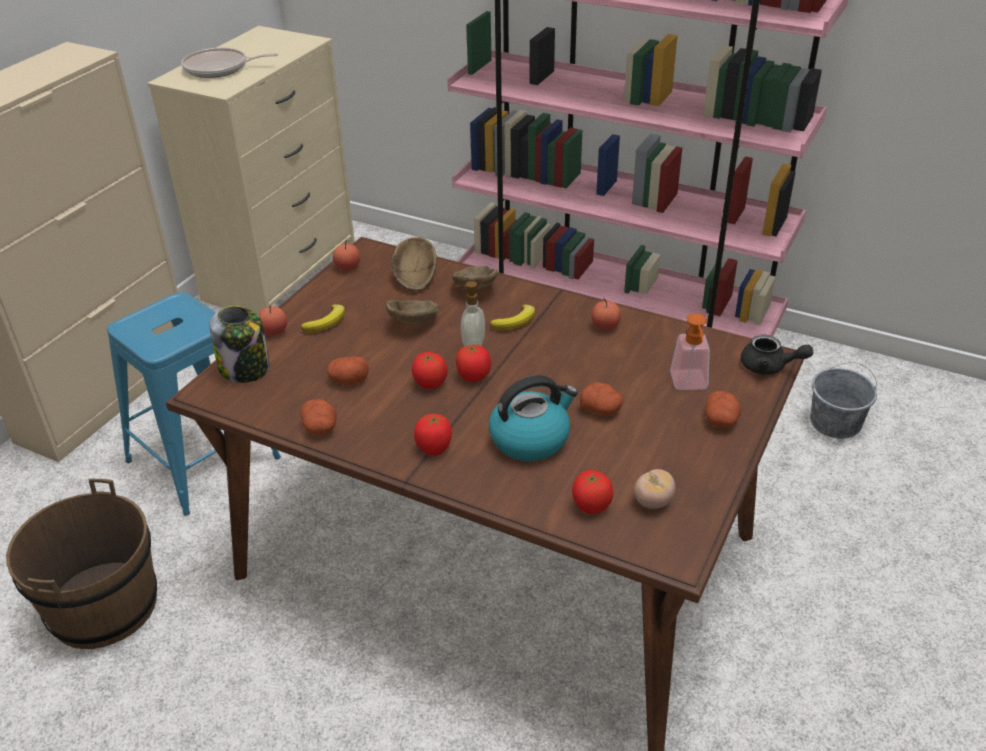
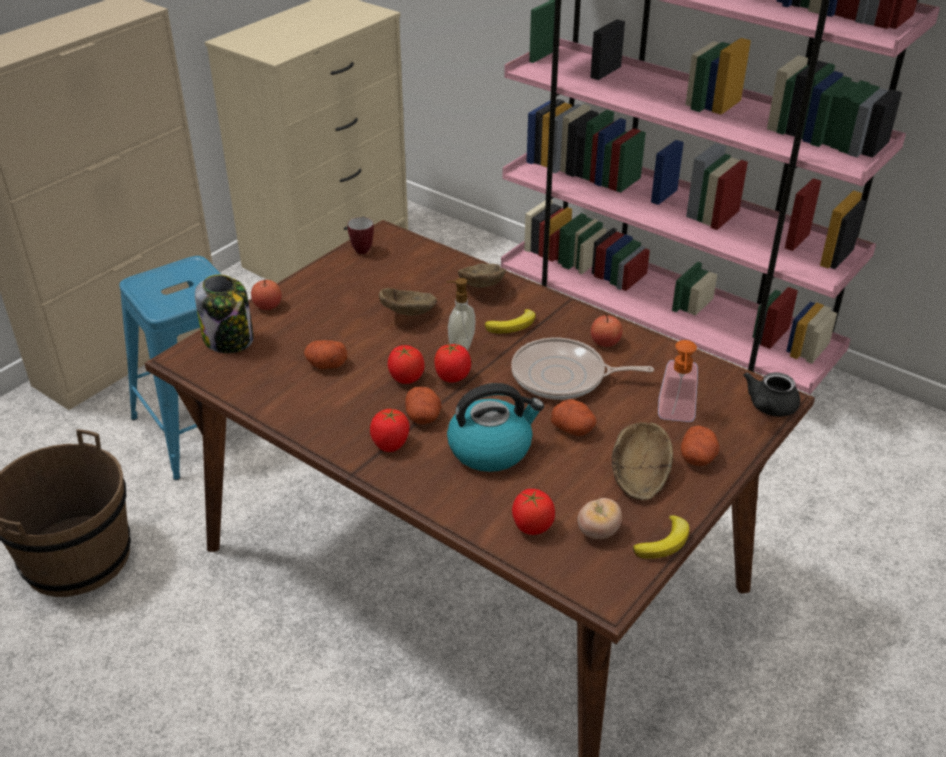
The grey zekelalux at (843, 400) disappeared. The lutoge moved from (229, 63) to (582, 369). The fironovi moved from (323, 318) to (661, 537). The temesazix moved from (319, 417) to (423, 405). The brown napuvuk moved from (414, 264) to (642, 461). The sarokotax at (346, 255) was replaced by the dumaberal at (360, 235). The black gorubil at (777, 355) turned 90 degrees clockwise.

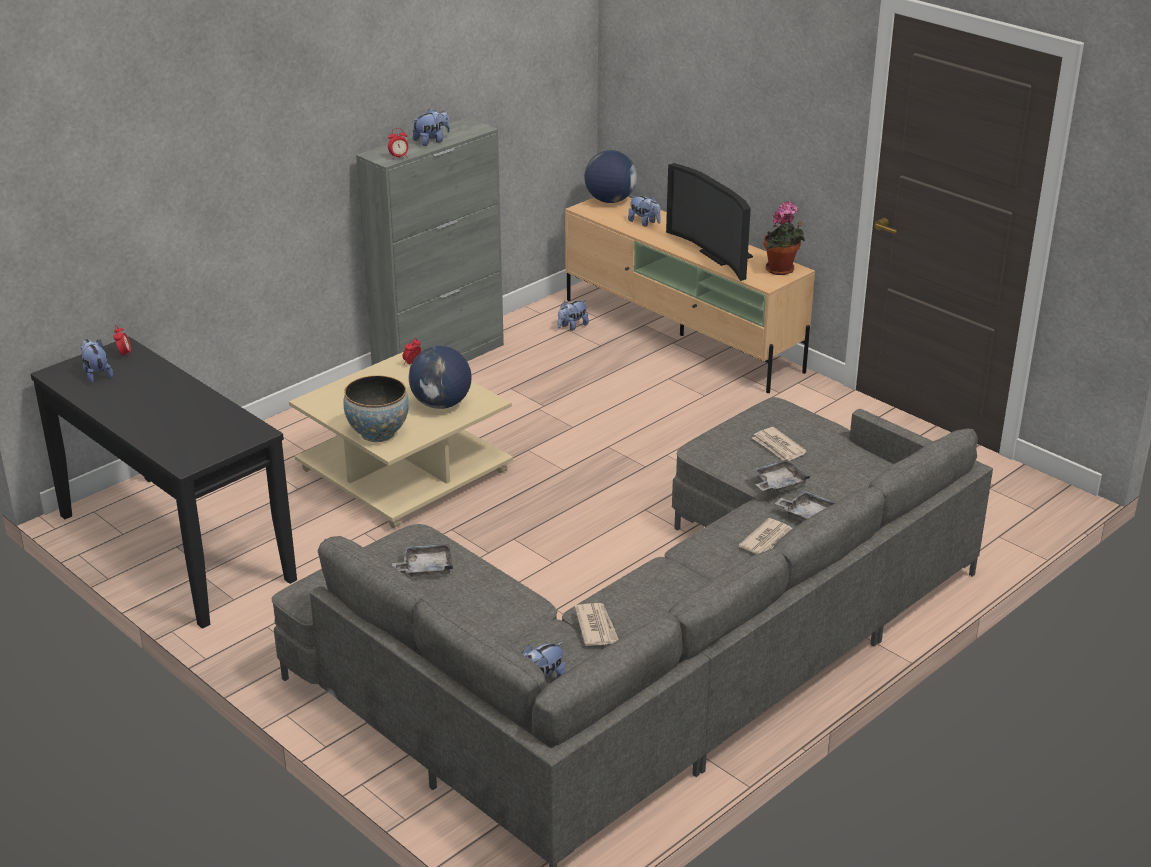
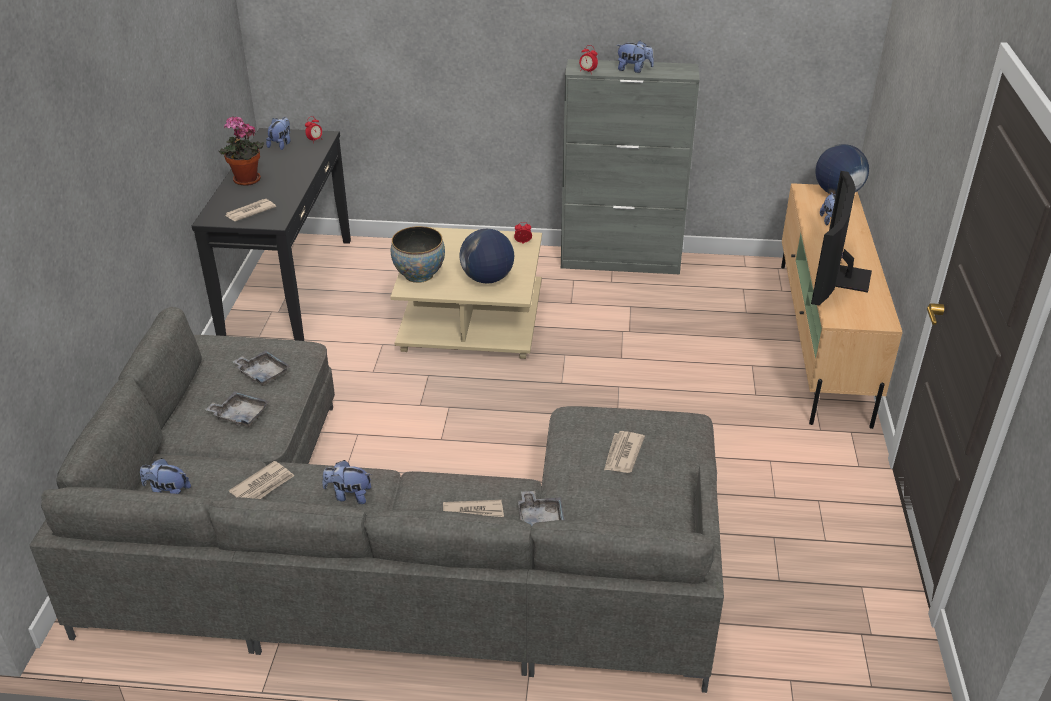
The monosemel at (251, 210) appeared. The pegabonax moved from (573, 315) to (347, 482). The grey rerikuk moved from (780, 476) to (237, 409). The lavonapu moved from (784, 238) to (241, 151).

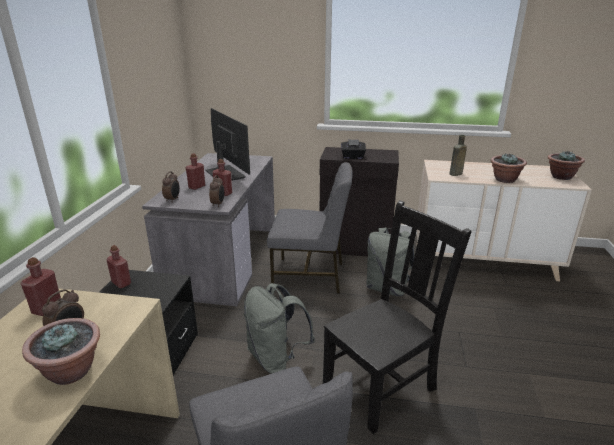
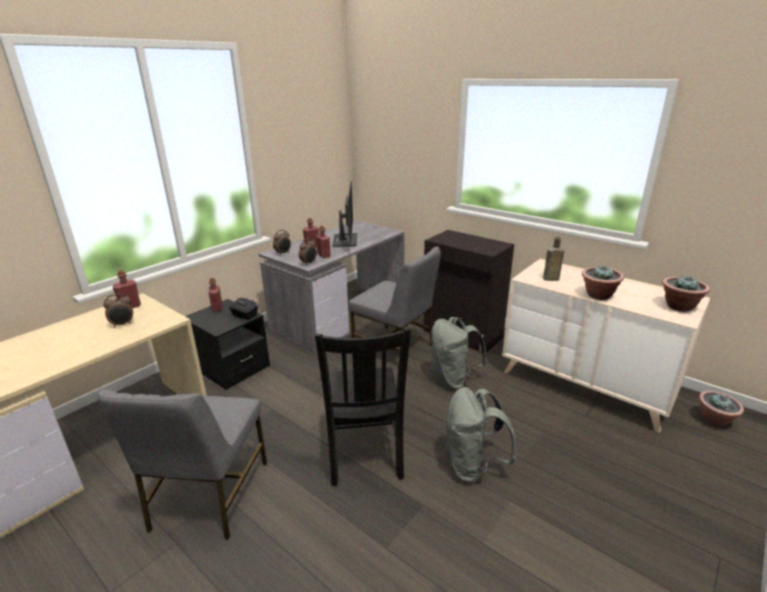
The lavonapu moved from (61, 351) to (721, 409). The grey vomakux moved from (279, 328) to (480, 435). The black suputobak moved from (353, 149) to (243, 309). The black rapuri at (397, 317) turned 90 degrees clockwise.

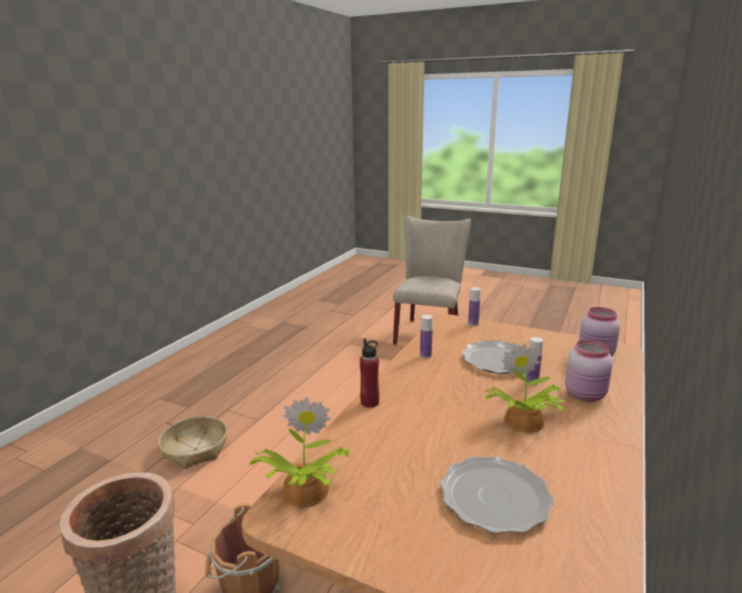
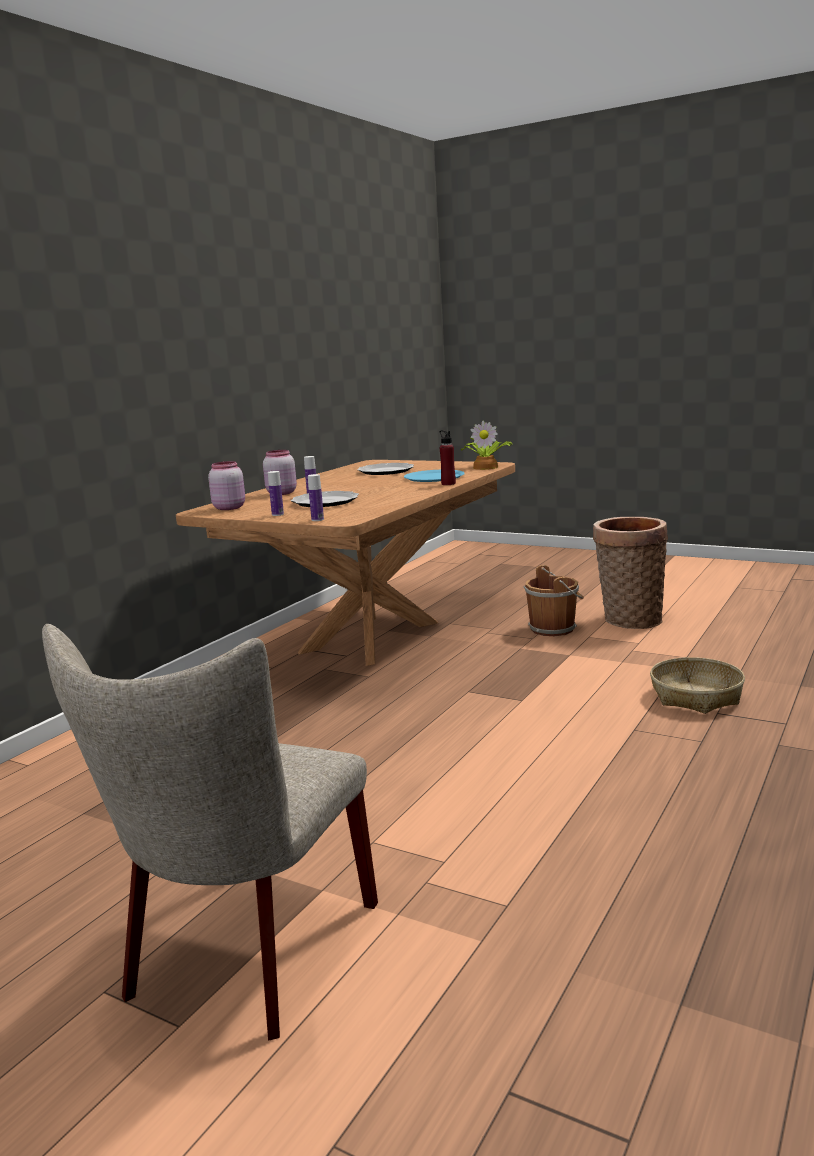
The lavonapu at (525, 388) disappeared. The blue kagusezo at (434, 476) appeared. The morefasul moved from (426, 336) to (276, 493).

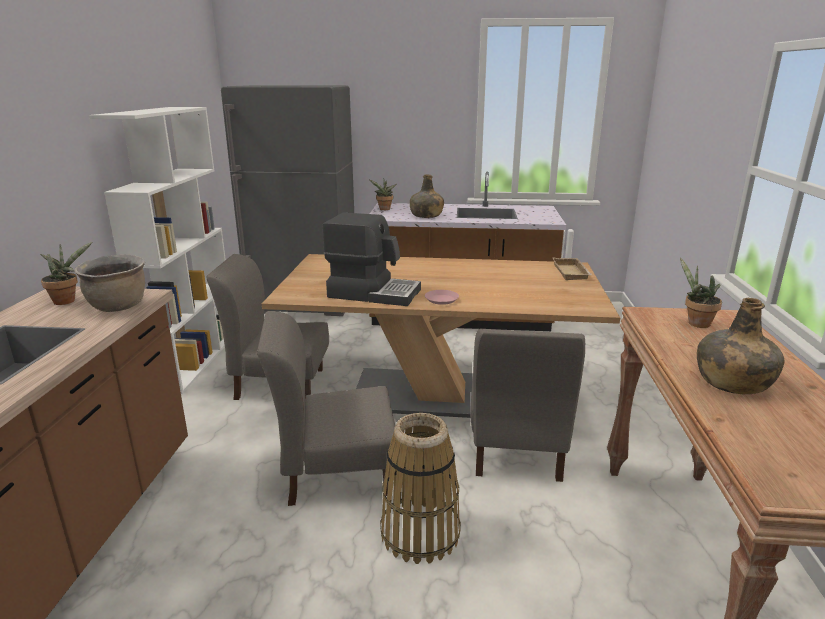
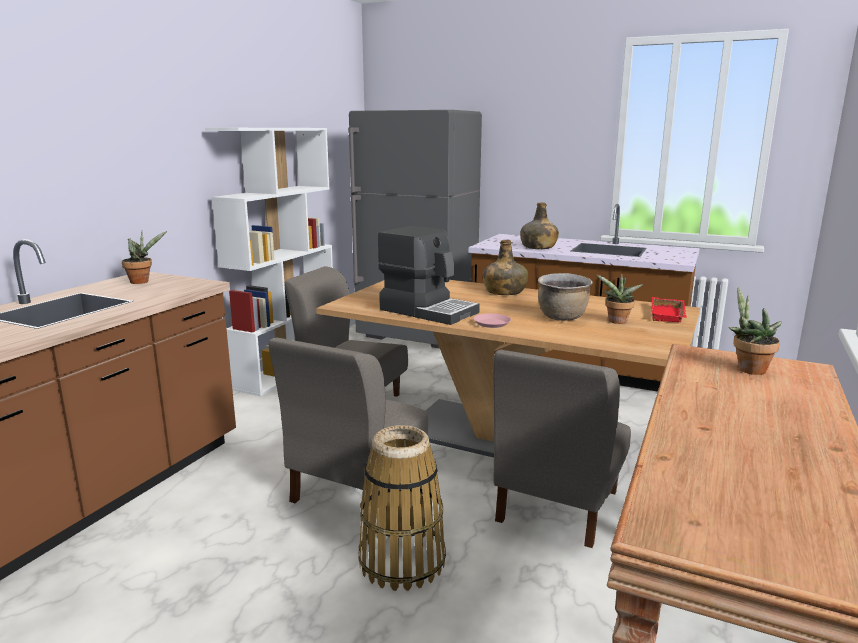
The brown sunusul moved from (110, 283) to (565, 297). The lavonapu moved from (383, 195) to (620, 298). The green morefasul moved from (741, 346) to (505, 267). The beige rerikuk at (572, 268) became the red rerikuk at (669, 309). The grey rapuri at (326, 408) turned 75 degrees counterclockwise.

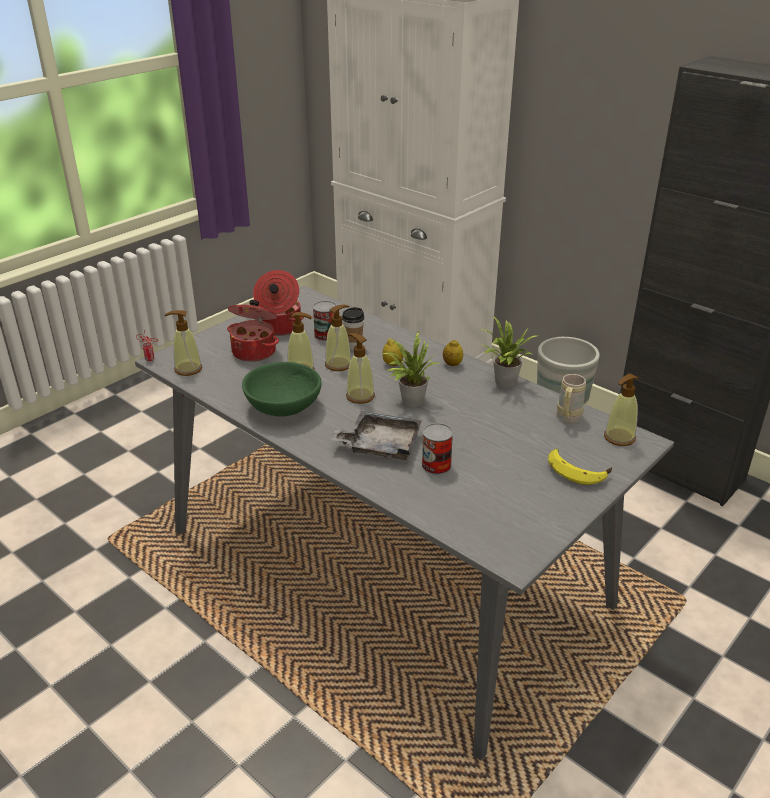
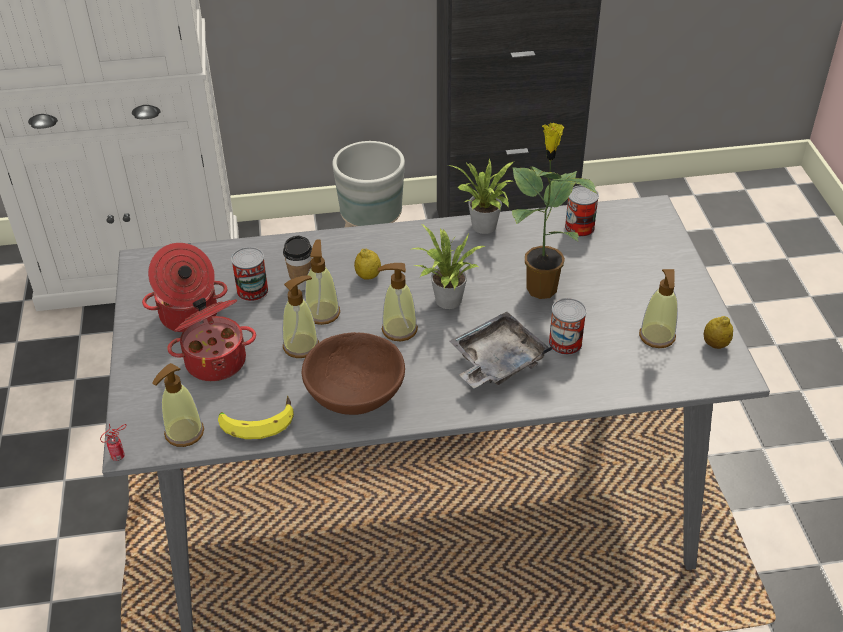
The lavonapu at (554, 210) appeared. The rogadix moved from (453, 353) to (718, 332). The fironovi moved from (580, 467) to (256, 417). The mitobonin moved from (621, 410) to (658, 308). The beige dumaberal at (571, 398) was replaced by the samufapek at (582, 211). The green napuvuk at (281, 389) became the brown napuvuk at (353, 373).

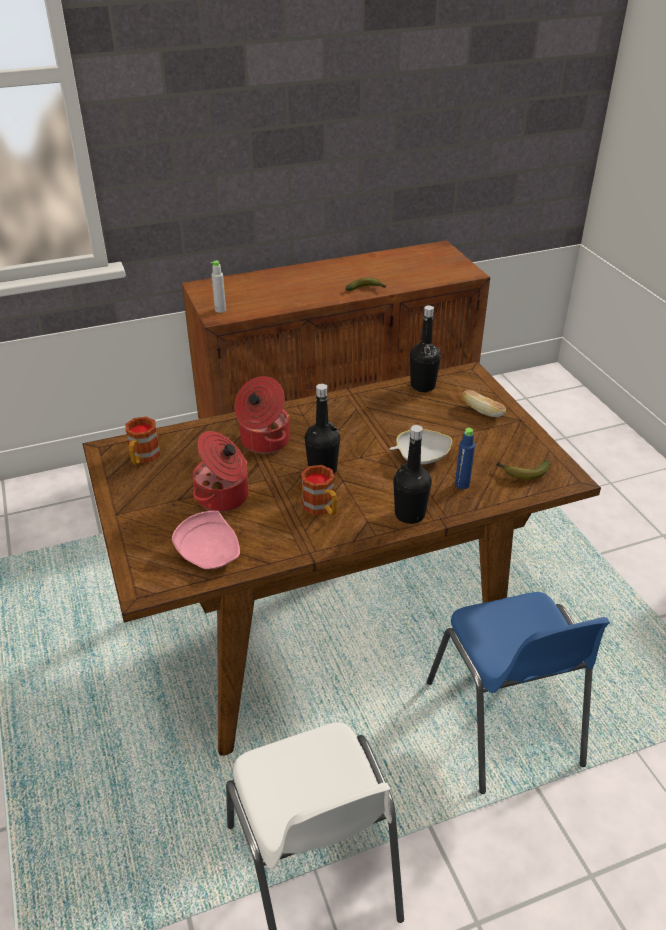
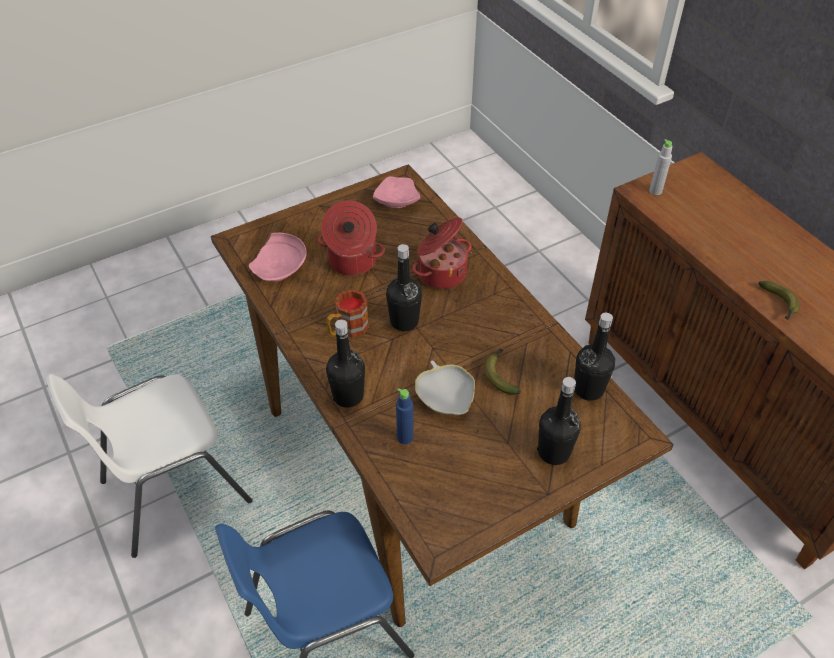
The fironovi moved from (523, 470) to (502, 372). The dumaberal at (142, 441) was replaced by the pink kagusezo at (396, 192). The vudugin at (484, 403) was replaced by the black morefasul at (559, 421).

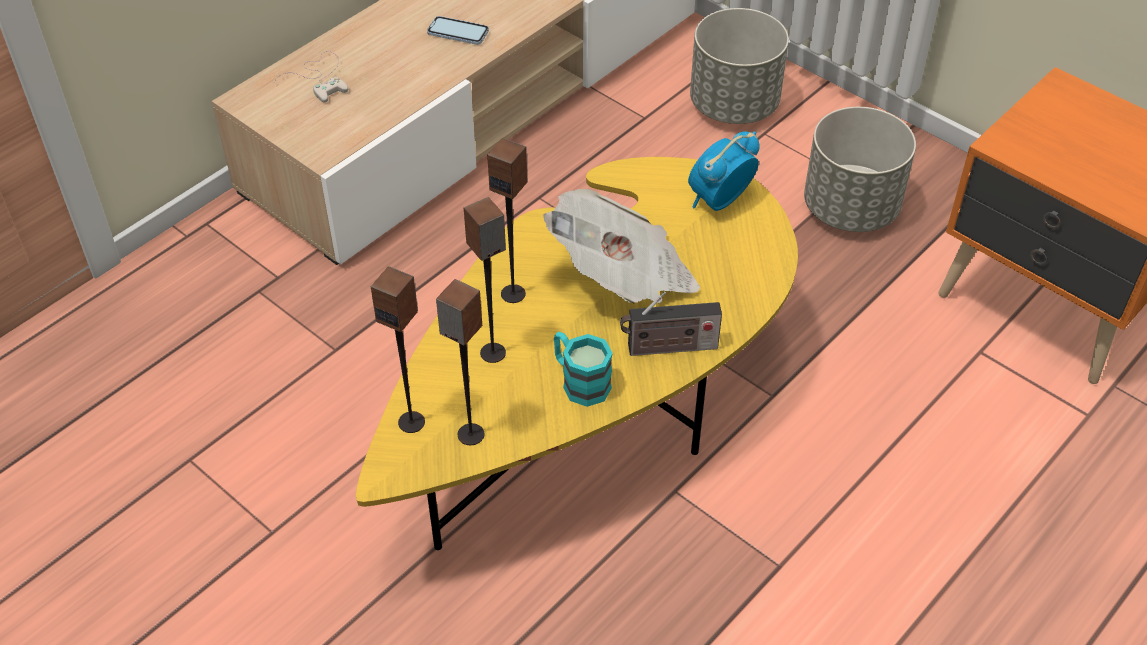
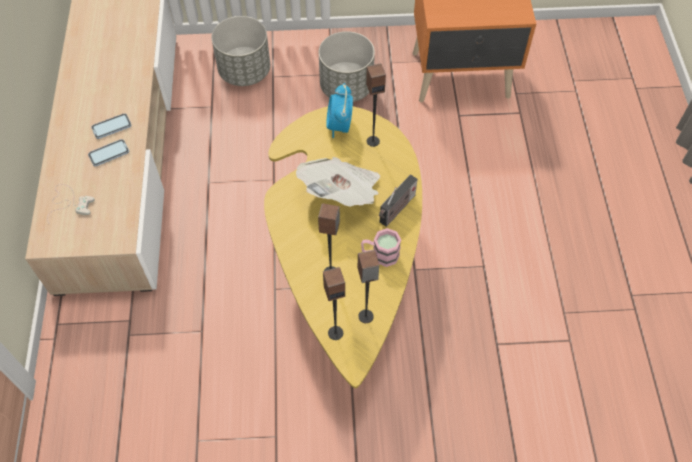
The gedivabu at (108, 153) appeared. The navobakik moved from (507, 220) to (376, 105). The turquoise dumaberal at (583, 369) became the pink dumaberal at (381, 247).

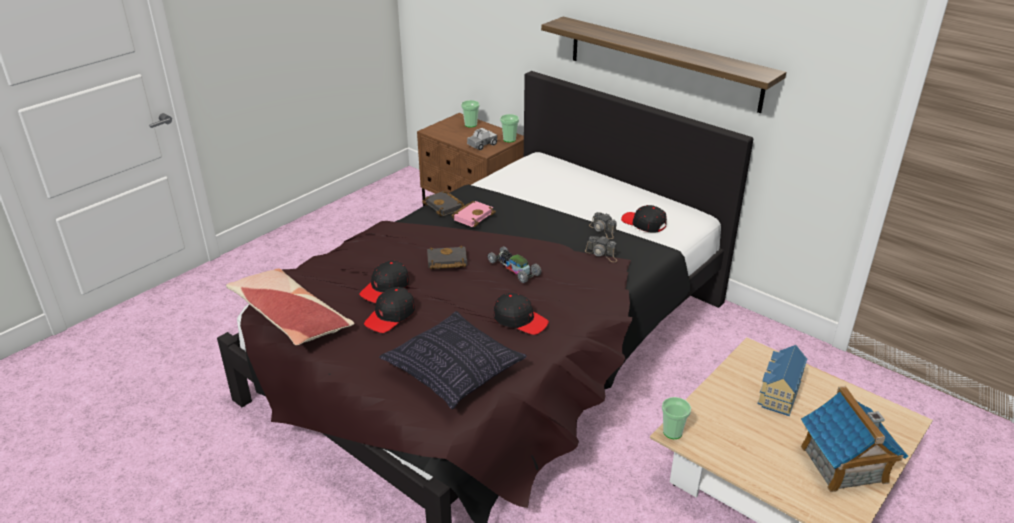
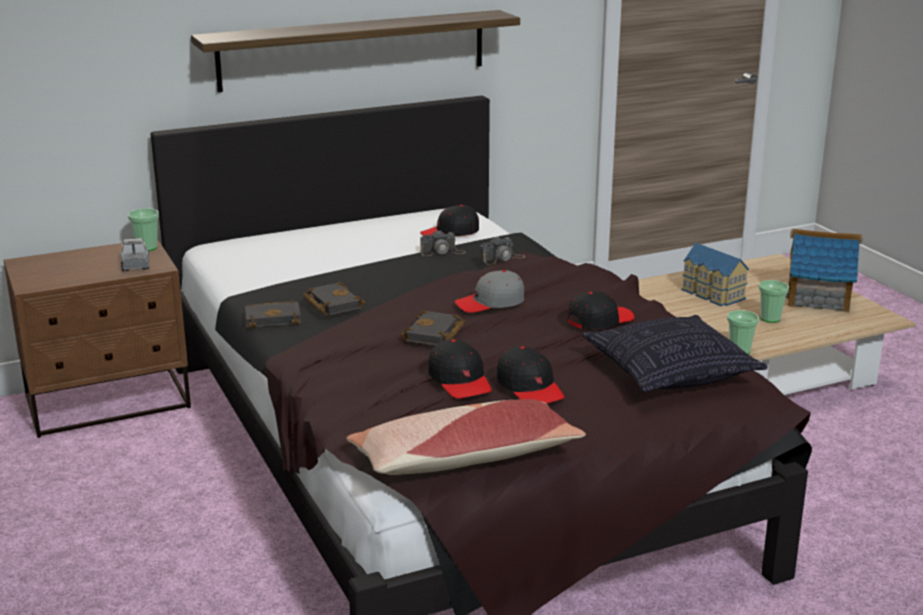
The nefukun moved from (470, 114) to (774, 301). The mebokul at (515, 264) was replaced by the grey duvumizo at (489, 291). The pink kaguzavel at (473, 214) became the black kaguzavel at (334, 298).

